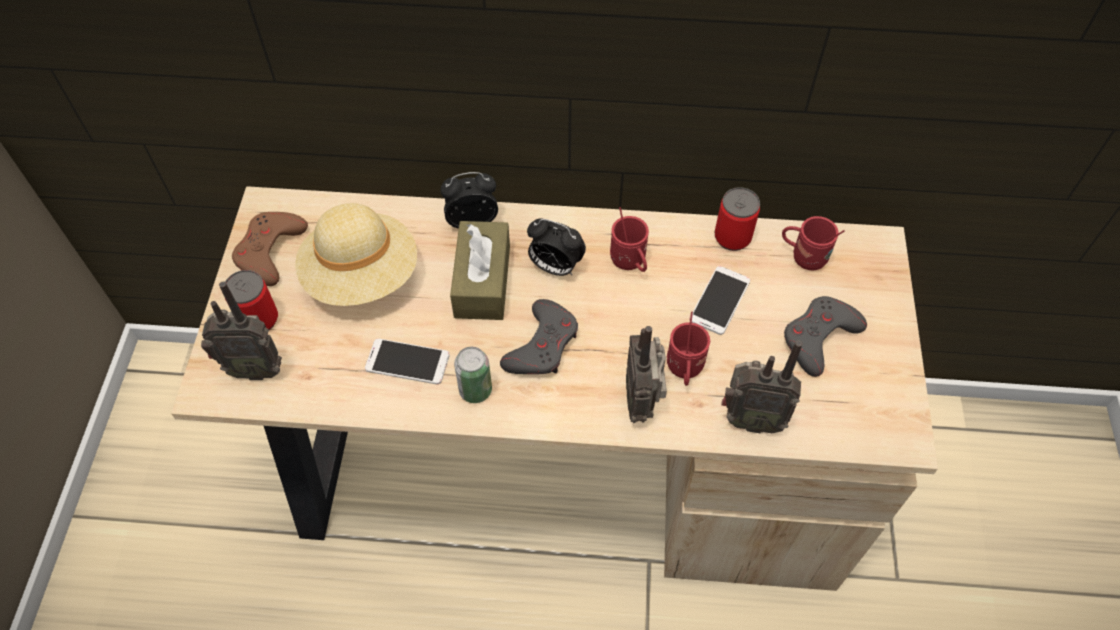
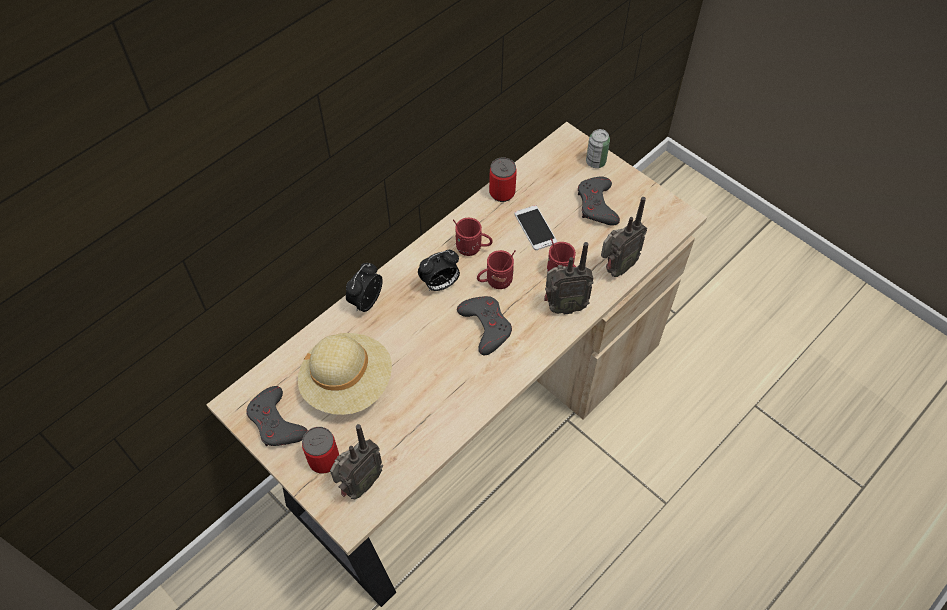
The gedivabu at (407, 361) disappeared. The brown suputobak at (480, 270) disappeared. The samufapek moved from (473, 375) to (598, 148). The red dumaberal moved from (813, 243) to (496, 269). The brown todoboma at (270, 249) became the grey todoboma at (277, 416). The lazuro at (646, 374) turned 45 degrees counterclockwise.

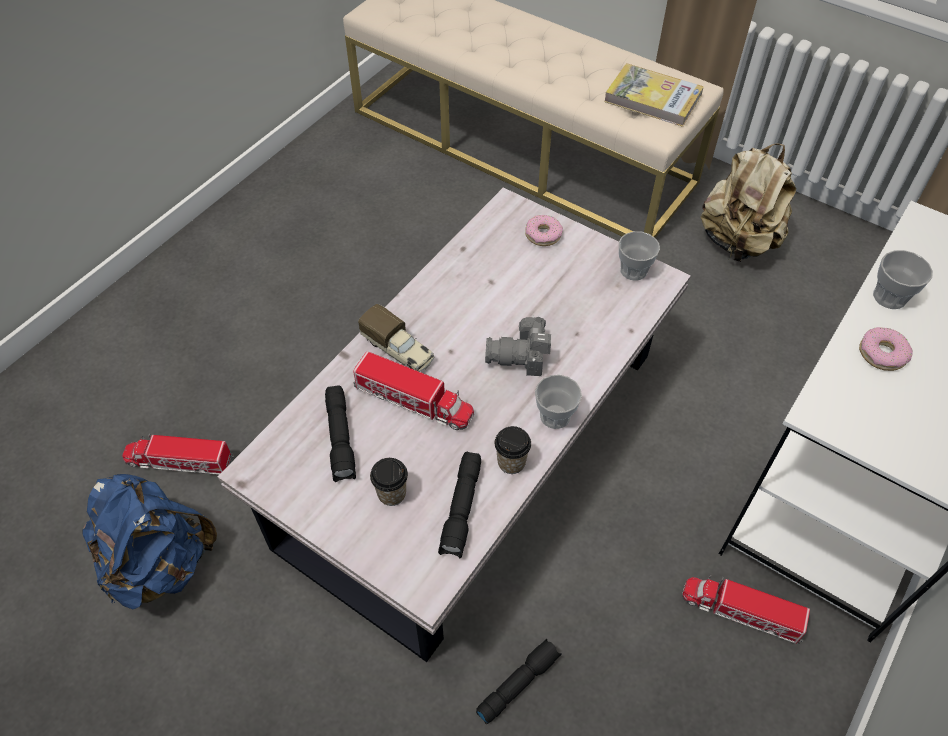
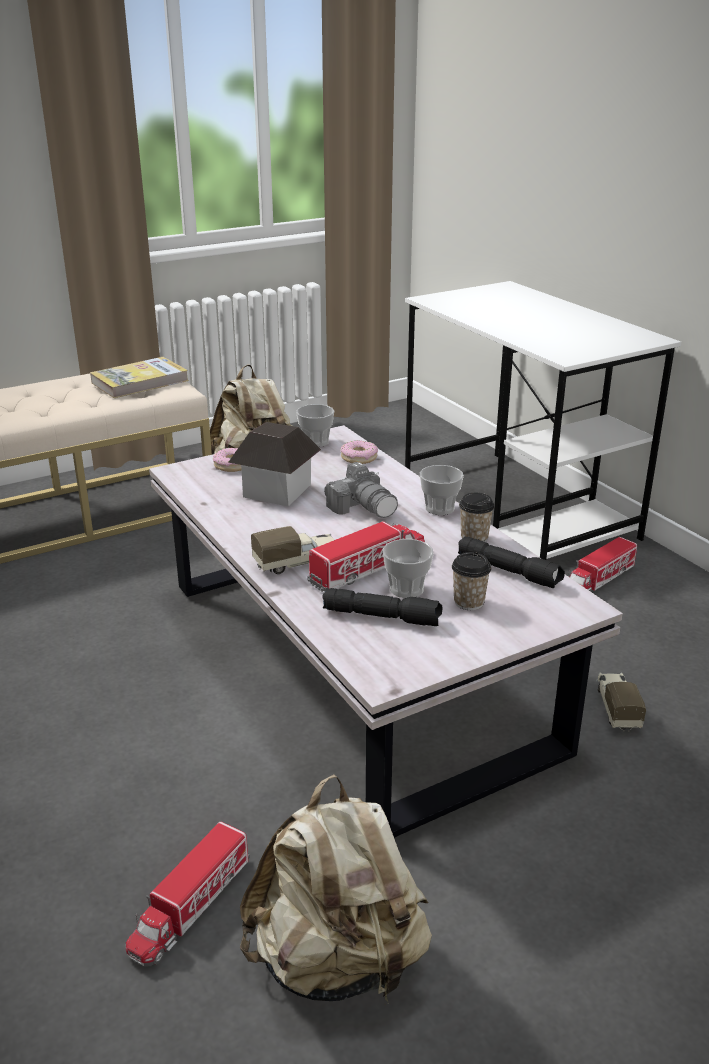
The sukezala at (274, 464) appeared. The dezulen moved from (886, 349) to (359, 452). The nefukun moved from (903, 279) to (408, 568). The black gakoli at (519, 681) was replaced by the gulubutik at (621, 702). The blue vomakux at (149, 541) became the beige vomakux at (336, 889). The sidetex at (518, 345) turned 60 degrees counterclockwise.

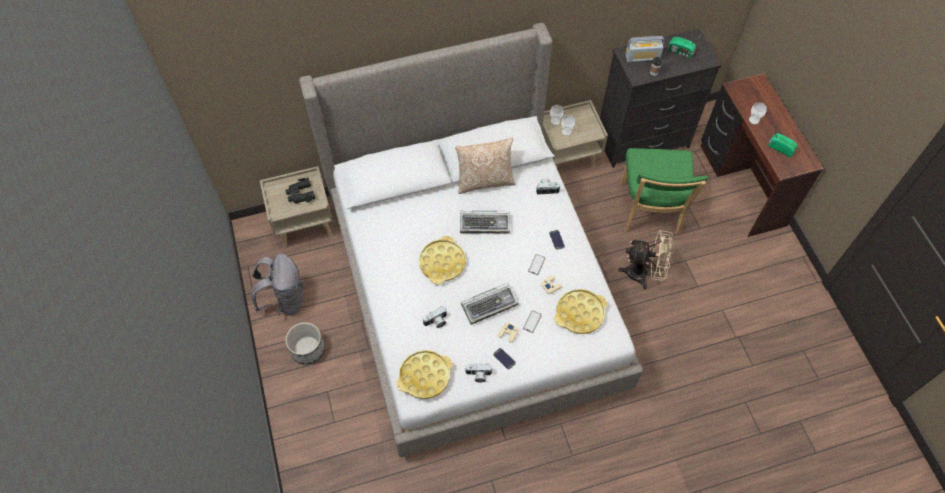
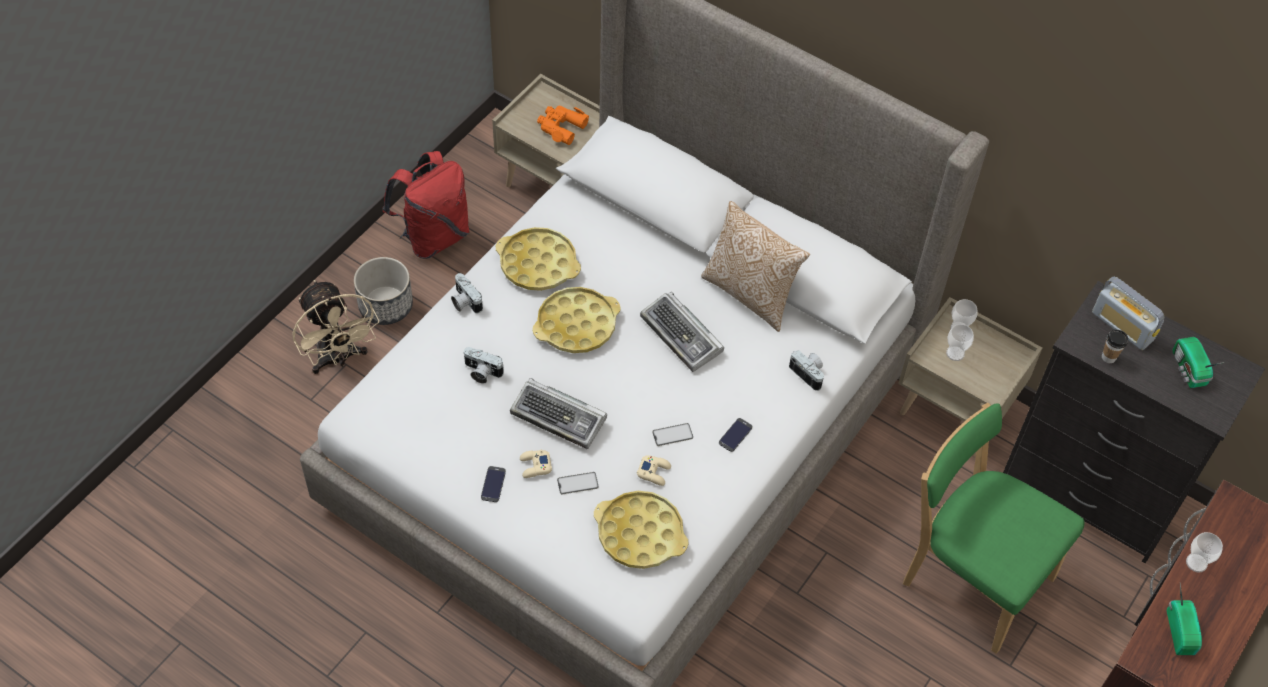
The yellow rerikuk moved from (424, 374) to (538, 259). The sidetex moved from (479, 373) to (467, 293). The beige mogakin moved from (645, 259) to (335, 327). The grey vomakux at (277, 285) became the red vomakux at (426, 205). The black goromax at (300, 190) became the orange goromax at (563, 125). The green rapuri at (664, 191) turned 75 degrees clockwise.

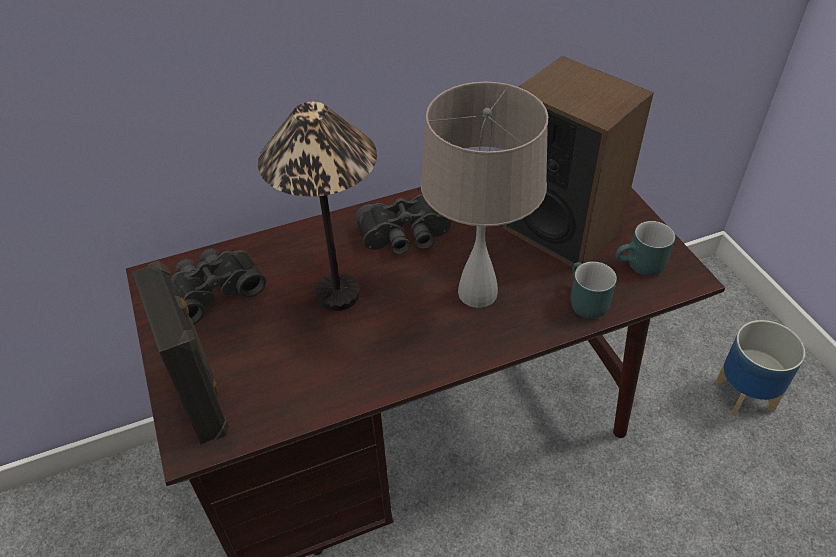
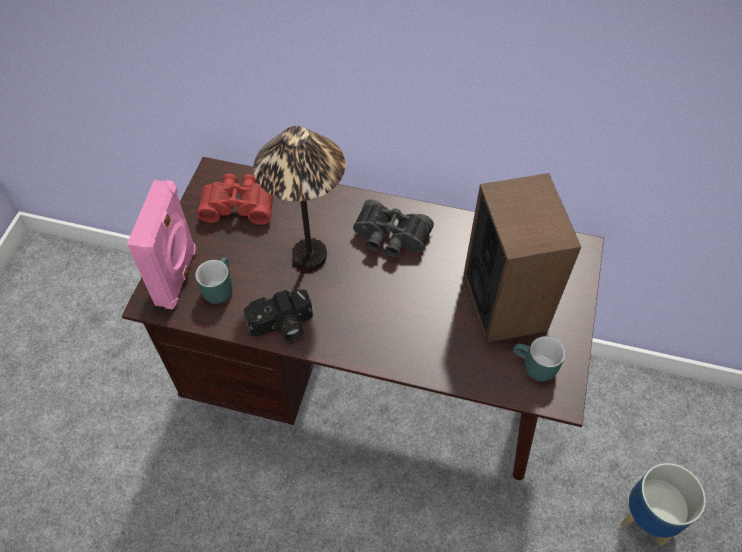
The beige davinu at (484, 195) disappeared. The sidetex at (278, 314) appeared. The turquoise dumaberal moved from (594, 290) to (214, 280). The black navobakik at (180, 352) became the pink navobakik at (162, 244). The black goromax at (219, 286) became the red goromax at (235, 199).

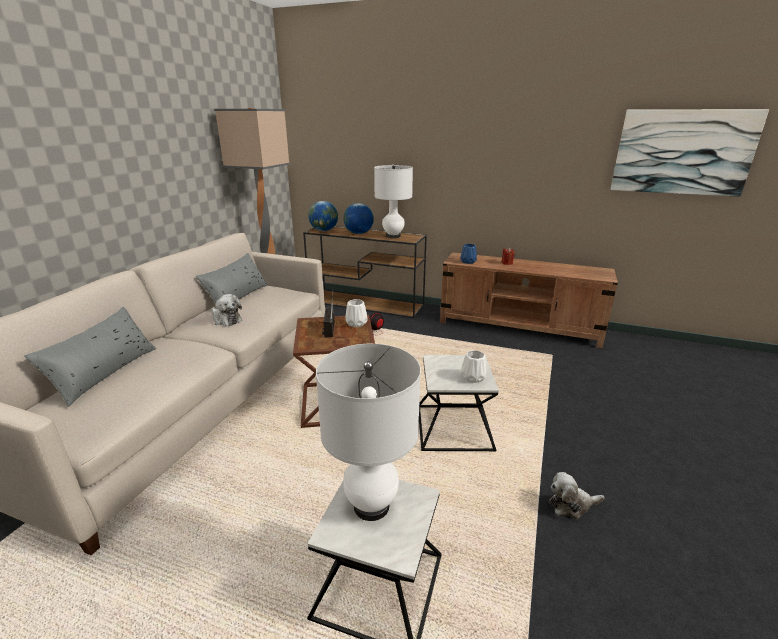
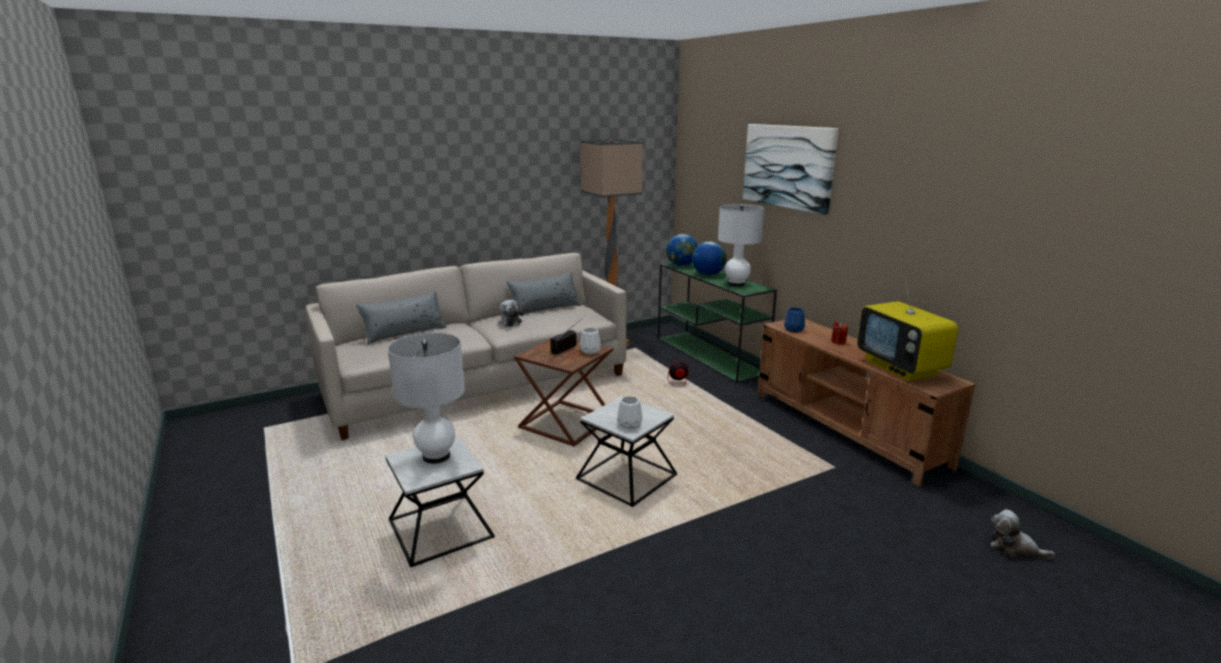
The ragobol at (908, 328) appeared. The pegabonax moved from (576, 495) to (1022, 534). The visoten moved from (689, 153) to (791, 169). The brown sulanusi at (365, 272) became the green sulanusi at (717, 322).

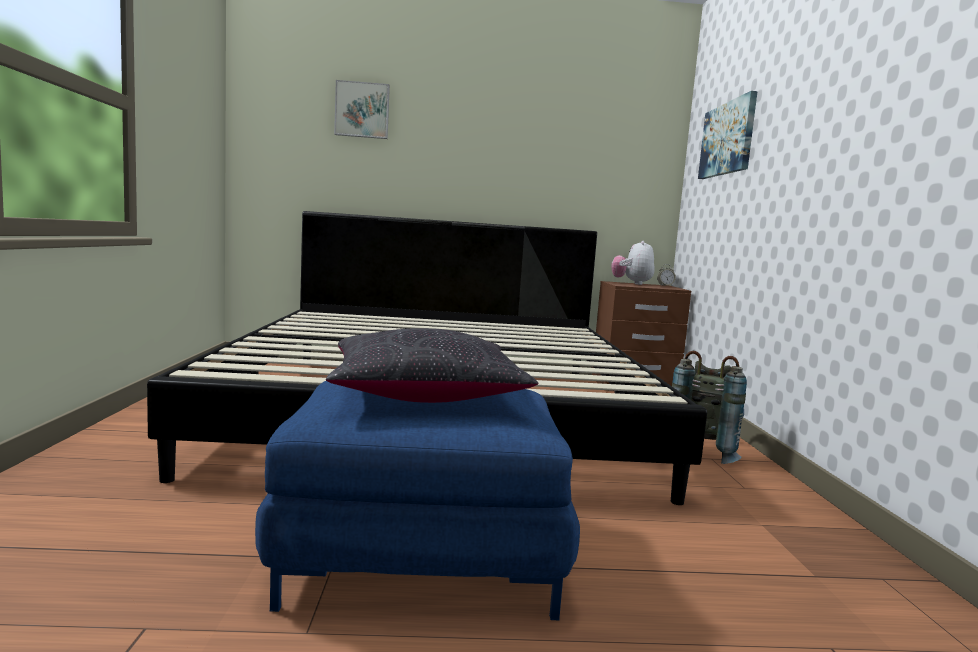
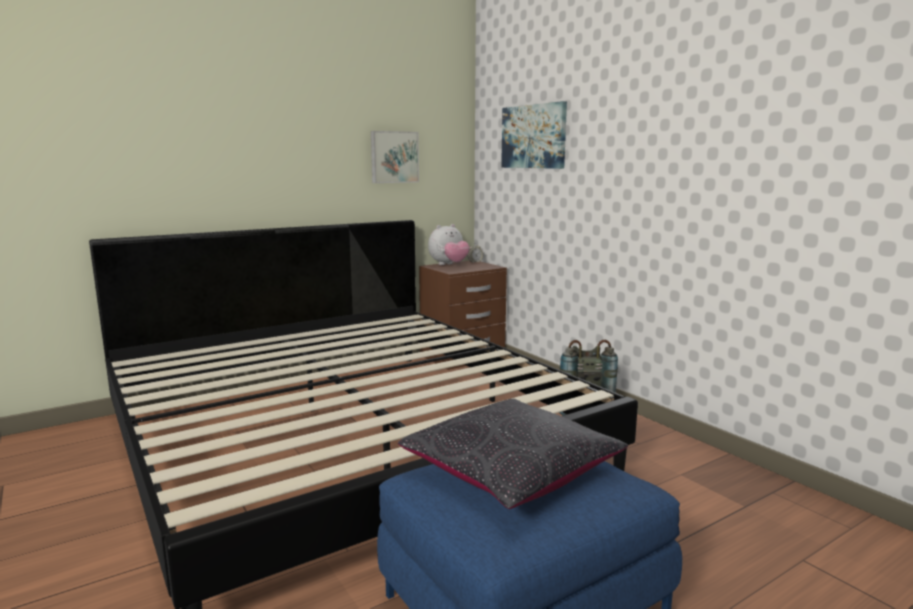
The visoten moved from (362, 109) to (395, 157). The pegabonax at (633, 263) turned 105 degrees counterclockwise.

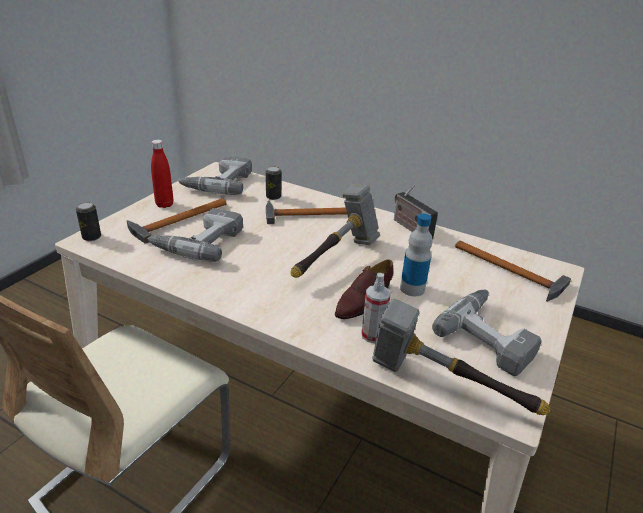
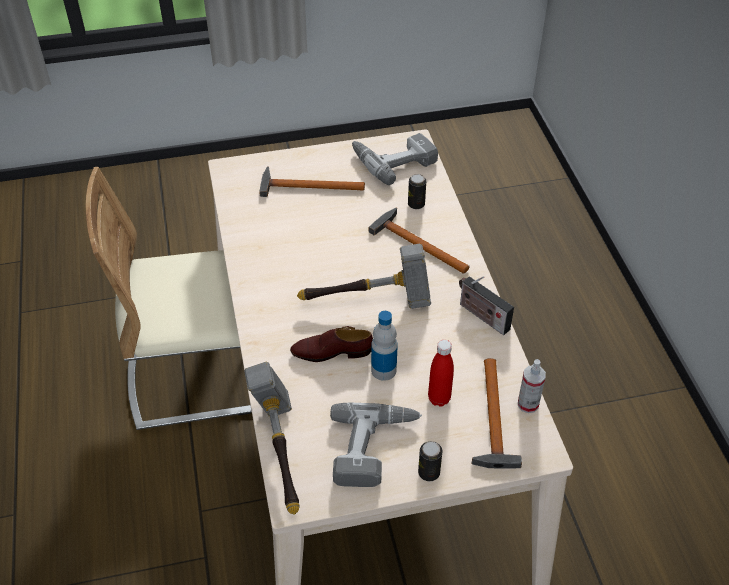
The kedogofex at (195, 235) disappeared. The samufapek moved from (88, 221) to (430, 461). The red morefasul moved from (162, 174) to (441, 373). The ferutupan moved from (376, 308) to (532, 386). The lazuro at (416, 212) turned 60 degrees counterclockwise.

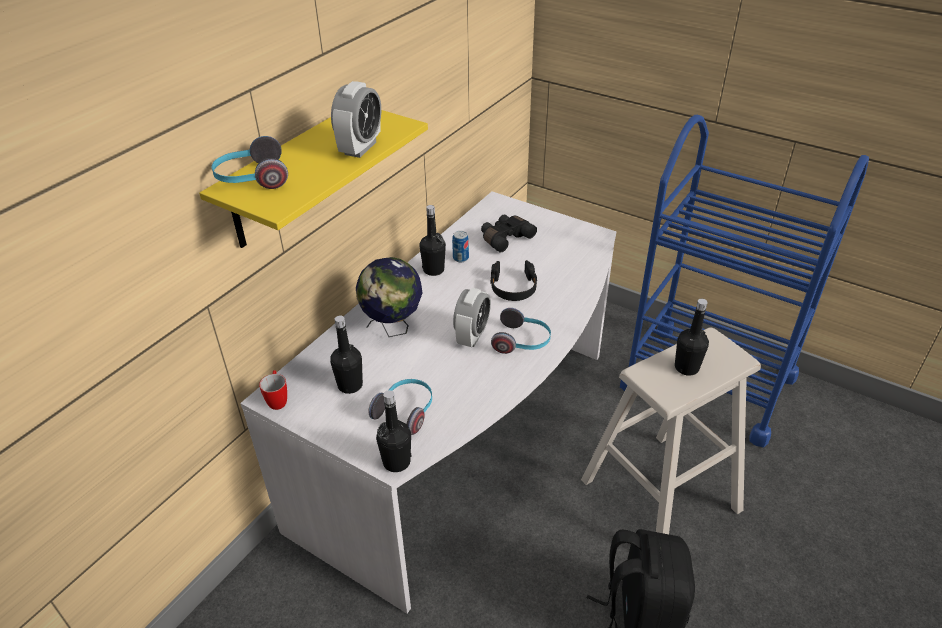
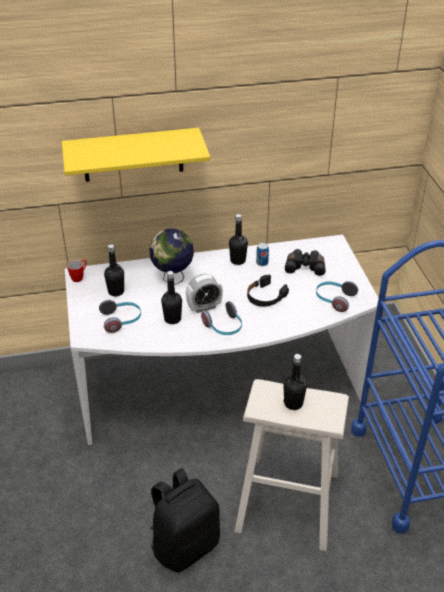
The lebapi at (356, 119) disappeared. The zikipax moved from (249, 162) to (337, 296). The black morefasul moved from (393, 431) to (171, 297).

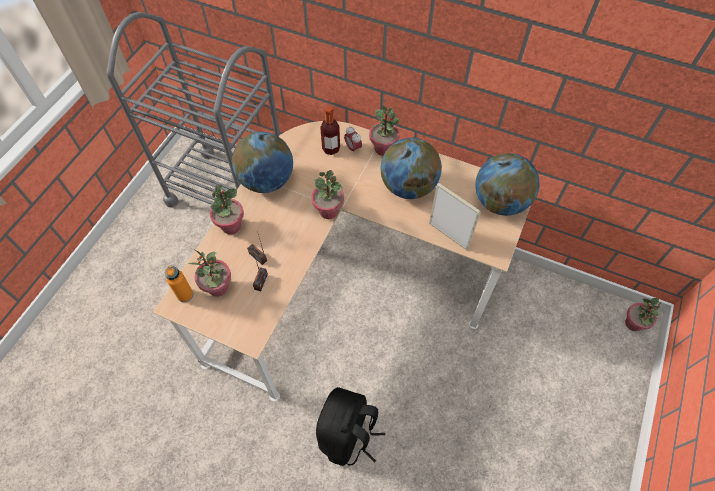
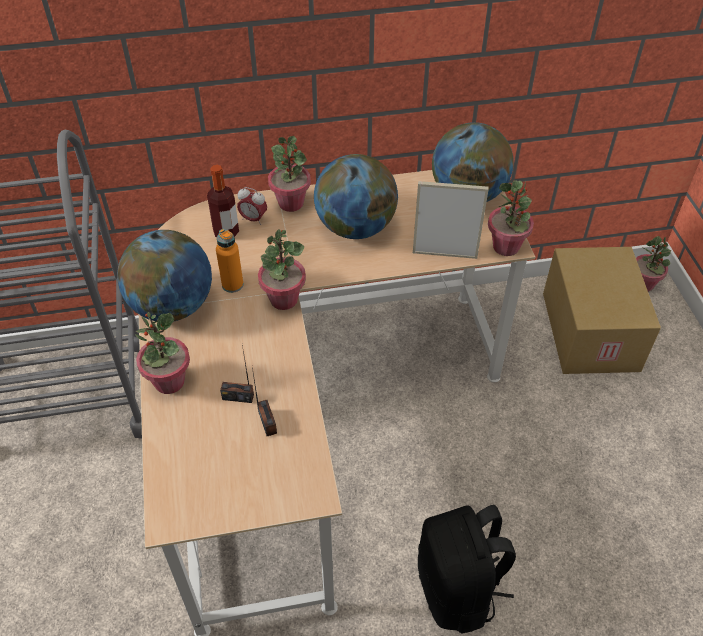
The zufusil at (602, 310) appeared. The orange morefasul moved from (179, 283) to (229, 261). The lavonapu moved from (209, 273) to (511, 218).

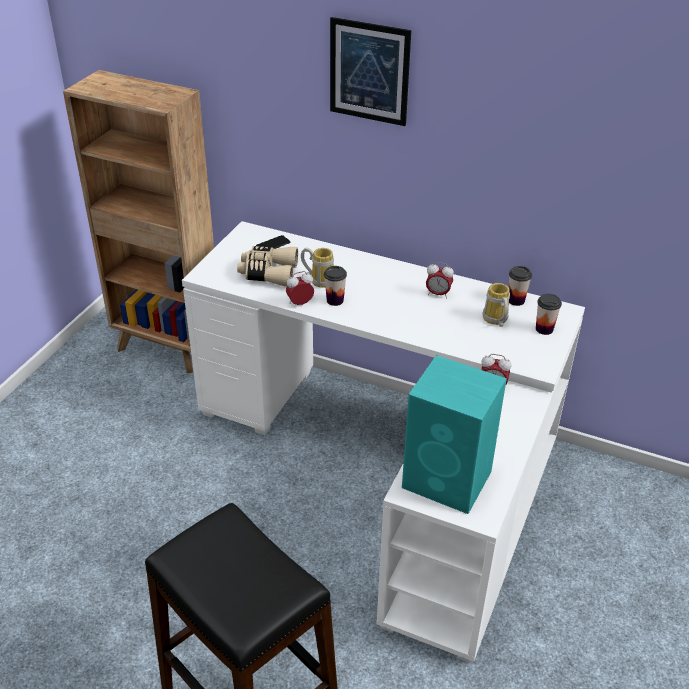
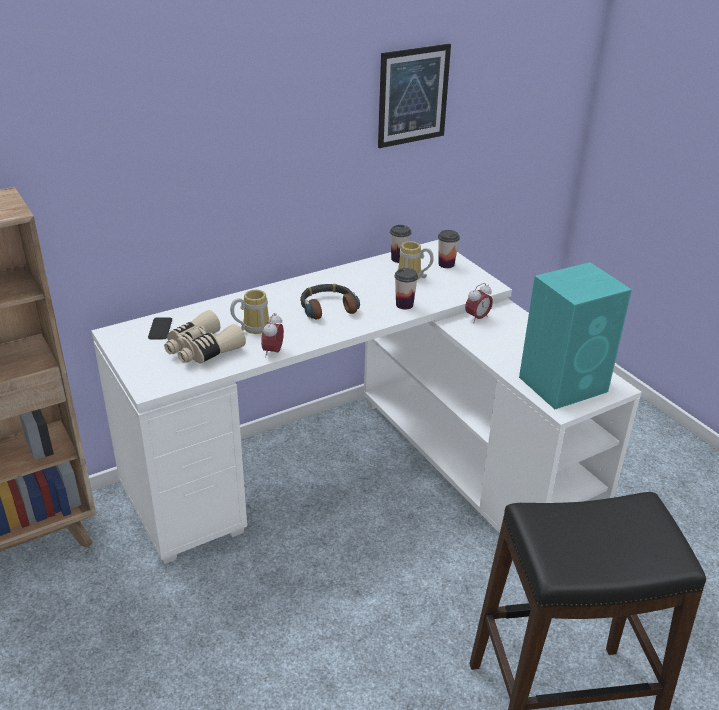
The lebapi at (440, 280) disappeared. The zikipax at (330, 301) appeared. The nefukun moved from (335, 286) to (406, 289). The visoten moved from (370, 71) to (414, 96).

